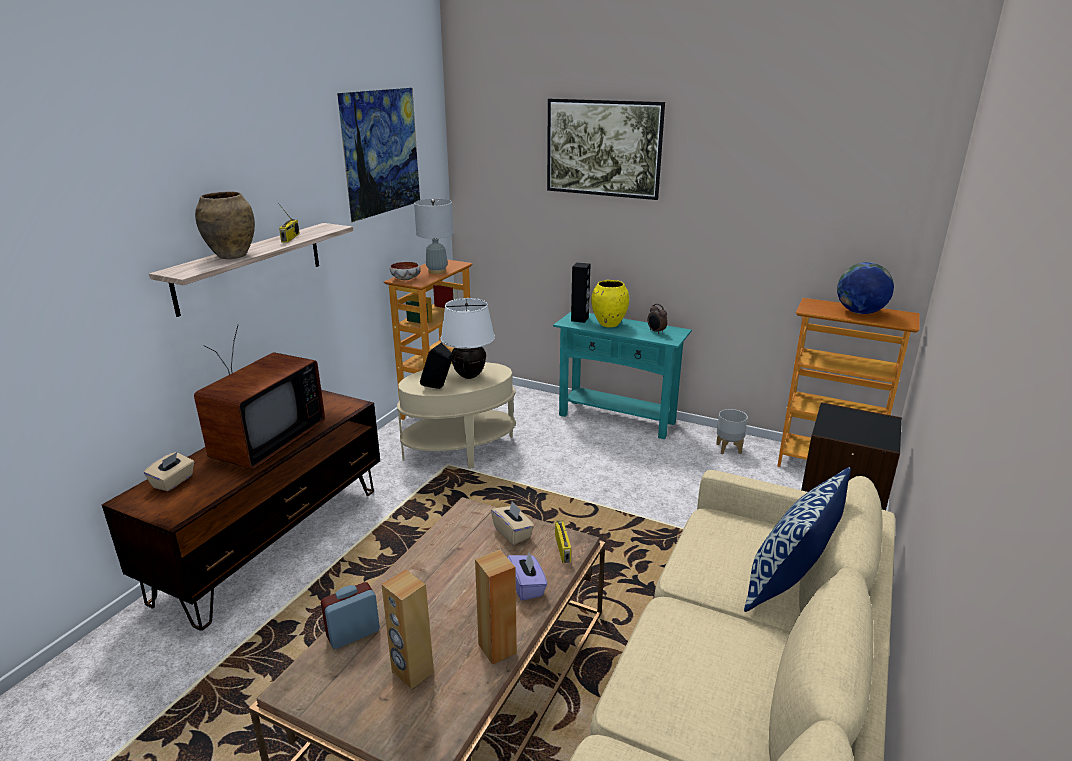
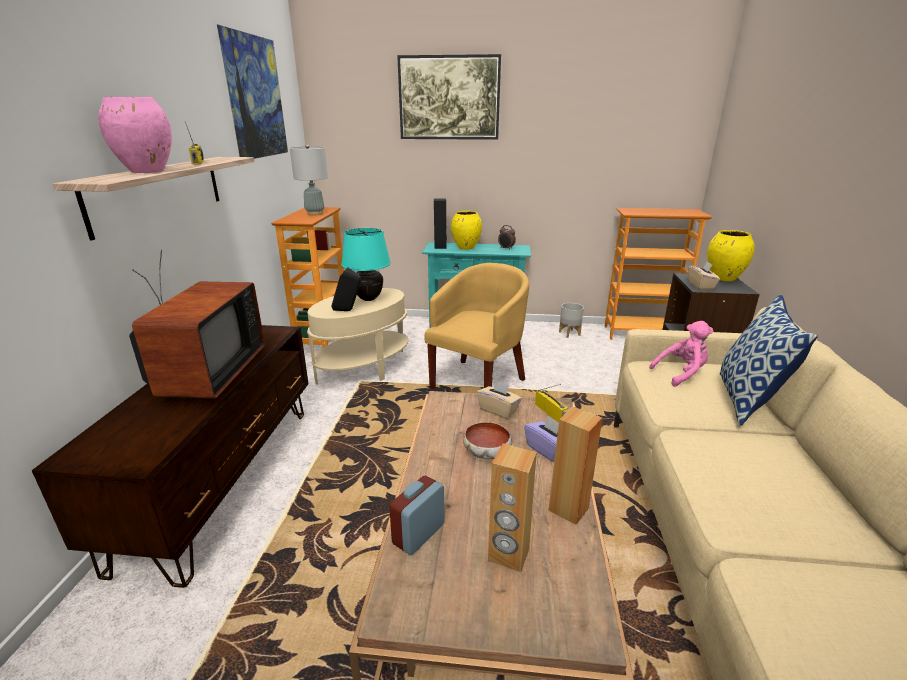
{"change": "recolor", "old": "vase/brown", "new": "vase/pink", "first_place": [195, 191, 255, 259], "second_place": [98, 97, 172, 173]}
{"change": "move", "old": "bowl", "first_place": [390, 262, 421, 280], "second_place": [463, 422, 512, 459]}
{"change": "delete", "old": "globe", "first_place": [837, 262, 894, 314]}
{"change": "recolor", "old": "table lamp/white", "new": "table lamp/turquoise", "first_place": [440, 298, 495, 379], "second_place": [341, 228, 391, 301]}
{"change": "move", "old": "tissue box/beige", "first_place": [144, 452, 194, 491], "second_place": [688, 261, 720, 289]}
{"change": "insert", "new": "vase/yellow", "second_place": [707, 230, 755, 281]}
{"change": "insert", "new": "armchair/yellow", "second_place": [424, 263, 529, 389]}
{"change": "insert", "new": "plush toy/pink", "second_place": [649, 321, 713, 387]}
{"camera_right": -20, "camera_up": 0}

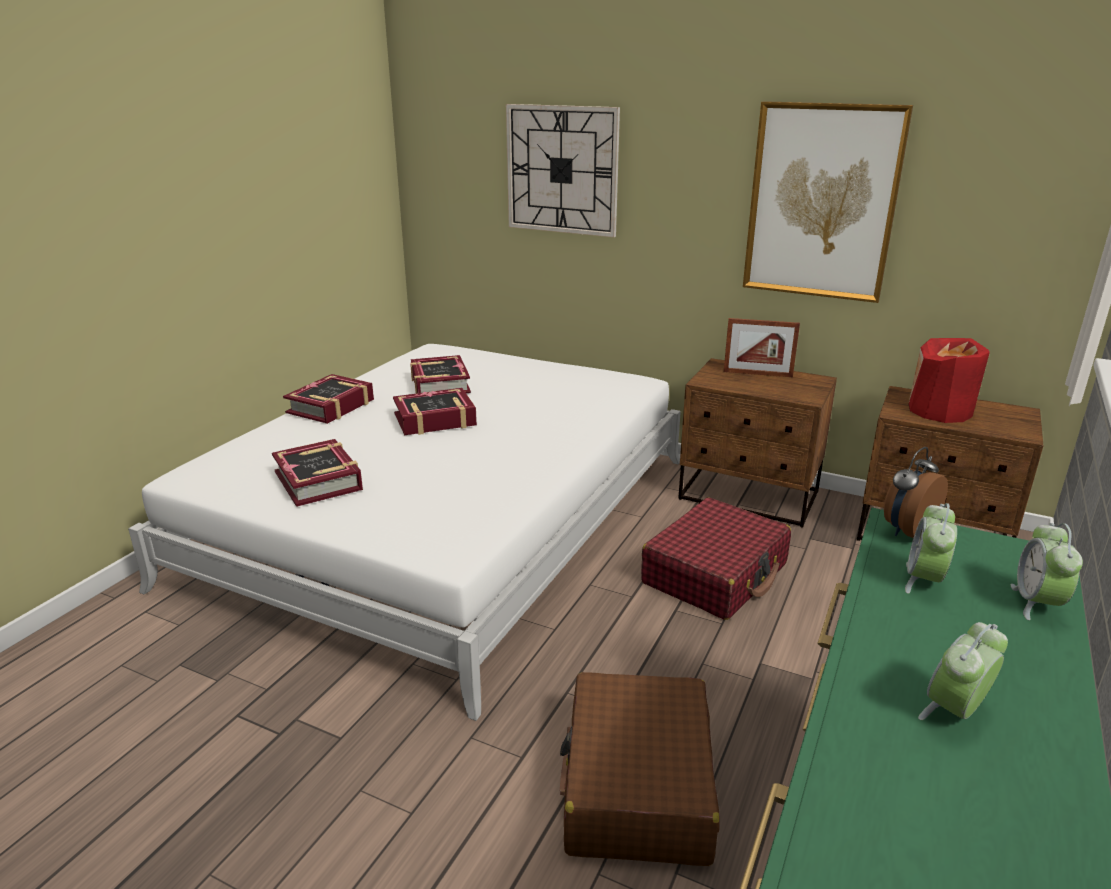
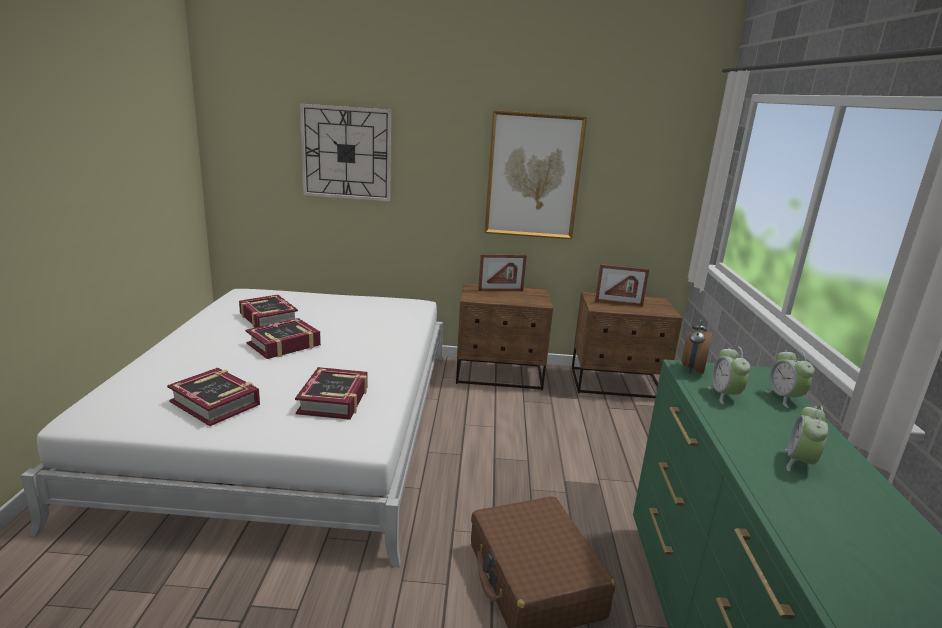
{"change": "replace", "old": "vase/red", "new": "picture frame", "first_place": [908, 338, 990, 423], "second_place": [595, 264, 649, 307]}
{"change": "move", "old": "book", "first_place": [283, 374, 374, 424], "second_place": [295, 367, 368, 420]}
{"change": "delete", "old": "suitcase/red", "first_place": [641, 497, 791, 620]}
{"camera_right": -25, "camera_up": -5}

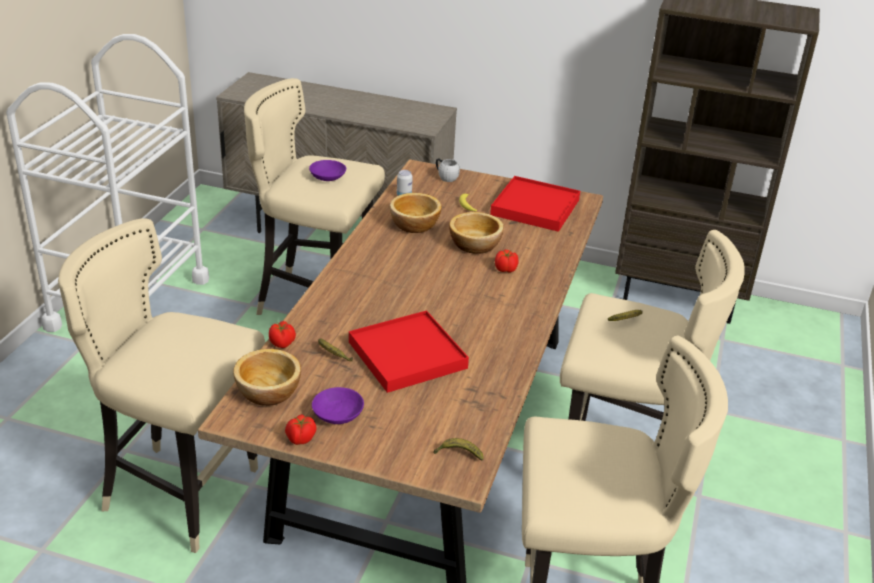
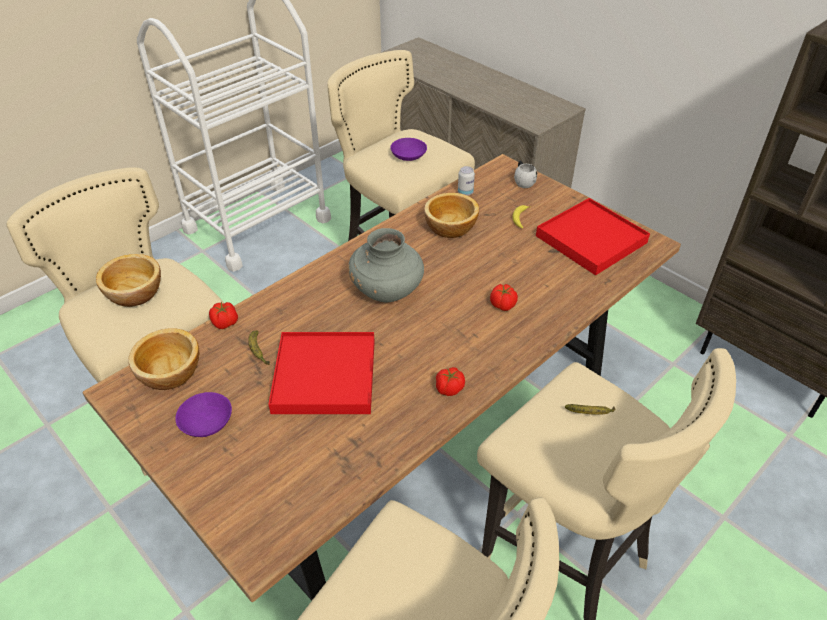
{"change": "move", "old": "bowl", "first_place": [449, 212, 504, 254], "second_place": [96, 254, 161, 307]}
{"change": "move", "old": "tomato", "first_place": [285, 414, 316, 445], "second_place": [436, 367, 465, 396]}
{"change": "delete", "old": "banana", "first_place": [433, 438, 484, 461]}
{"change": "insert", "new": "vase/grey", "second_place": [348, 228, 424, 302]}
{"camera_right": 30, "camera_up": 10}

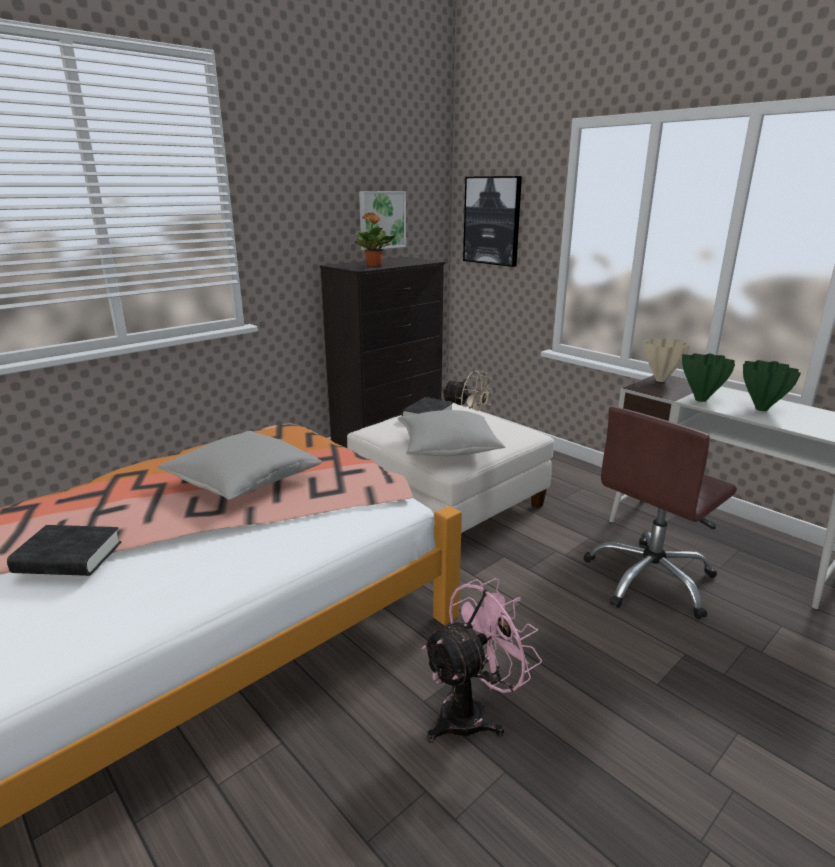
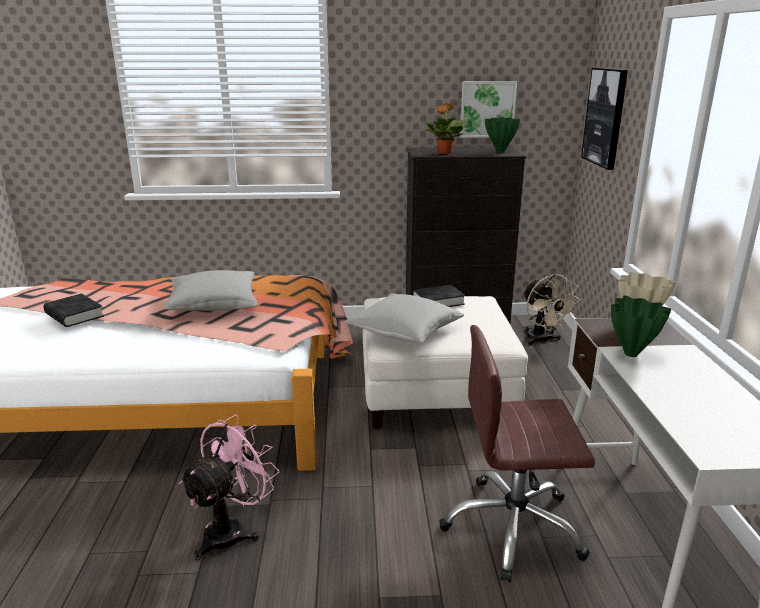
{"change": "move", "old": "vase/green", "first_place": [743, 360, 801, 411], "second_place": [485, 118, 520, 153]}
{"change": "rotate", "old": "fan/pink", "first_place": [422, 578, 542, 742], "second_place": [179, 415, 279, 560], "degrees": -60}
{"camera_right": 40, "camera_up": 0}

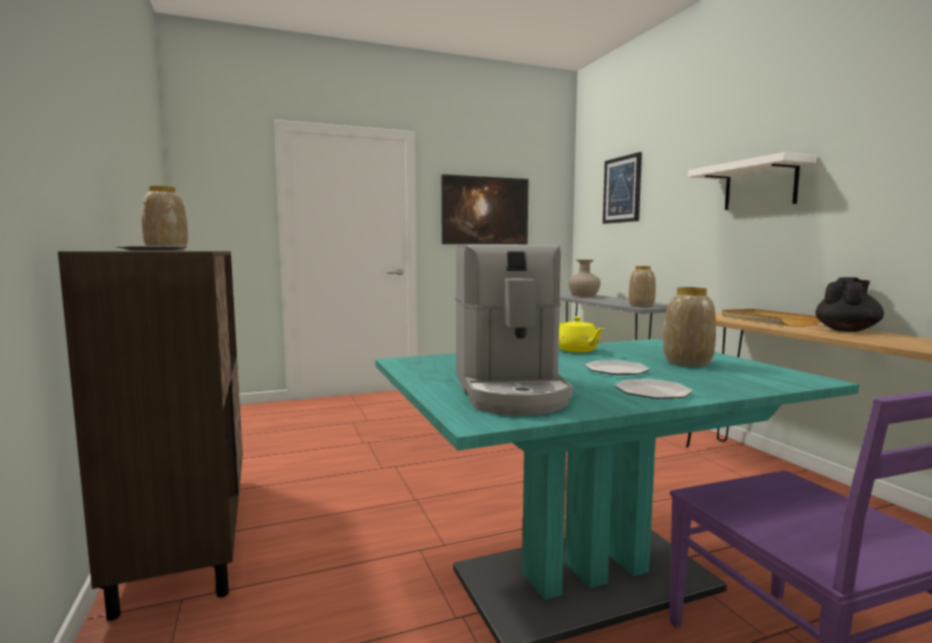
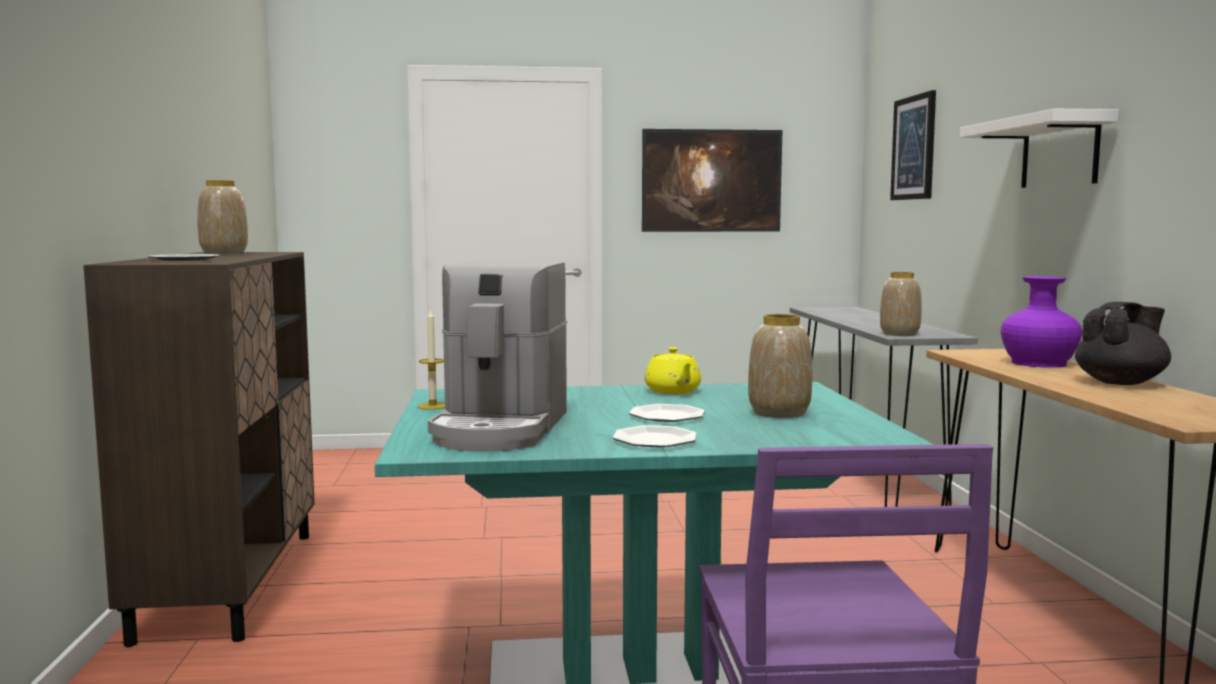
{"change": "delete", "old": "vase/beige", "first_place": [568, 260, 601, 298]}
{"change": "replace", "old": "tray/beige", "new": "vase/purple", "first_place": [722, 309, 821, 327], "second_place": [1001, 276, 1082, 368]}
{"change": "insert", "new": "candle", "second_place": [418, 309, 445, 410]}
{"camera_right": 15, "camera_up": 0}

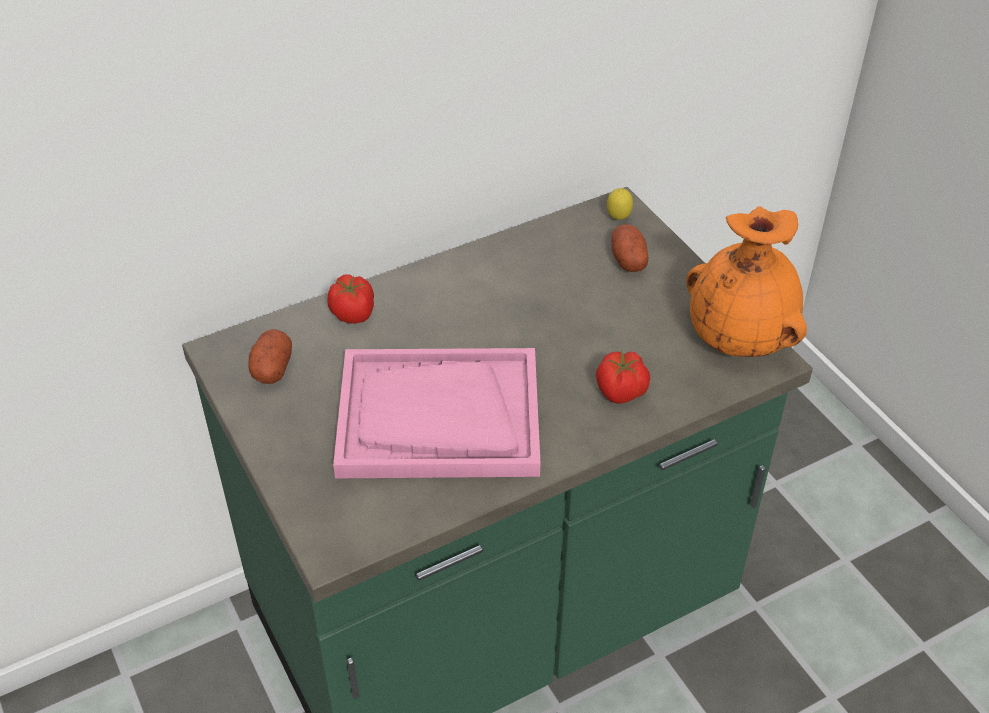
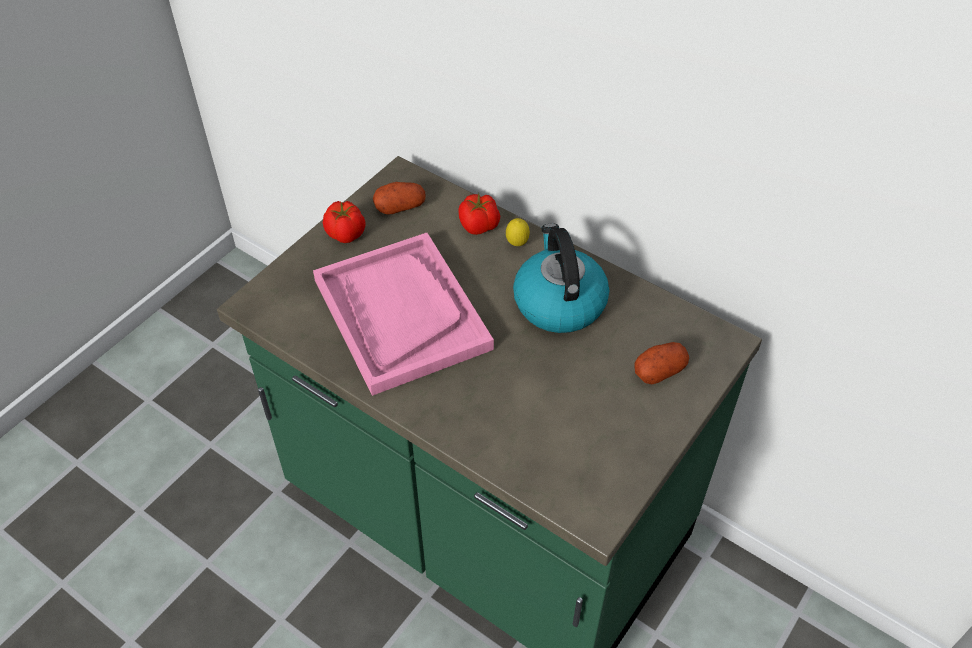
{"change": "move", "old": "lemon", "first_place": [607, 188, 633, 220], "second_place": [506, 218, 530, 246]}
{"change": "delete", "old": "vase/orange", "first_place": [686, 206, 807, 357]}
{"change": "move", "old": "tomato", "first_place": [596, 350, 650, 404], "second_place": [323, 201, 366, 243]}
{"change": "insert", "new": "kettle", "second_place": [513, 223, 609, 333]}
{"camera_right": 65, "camera_up": 5}

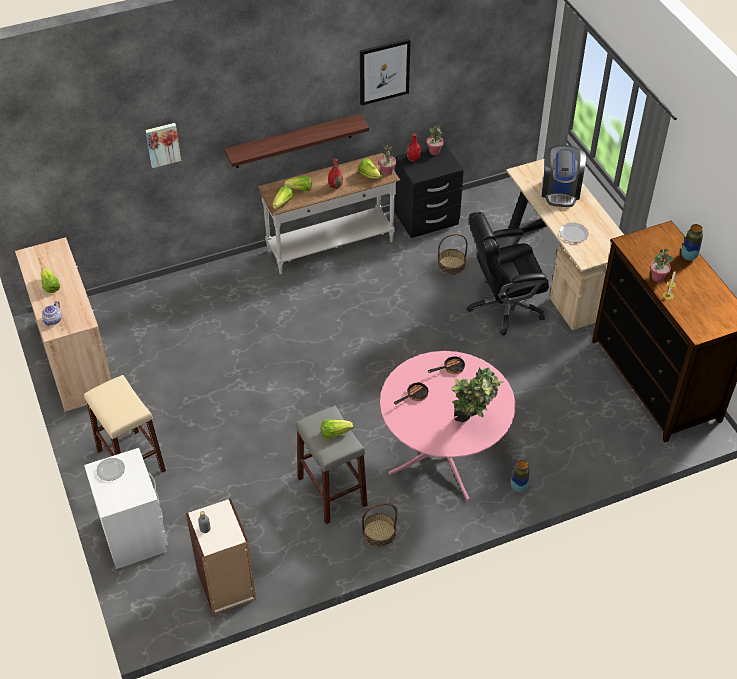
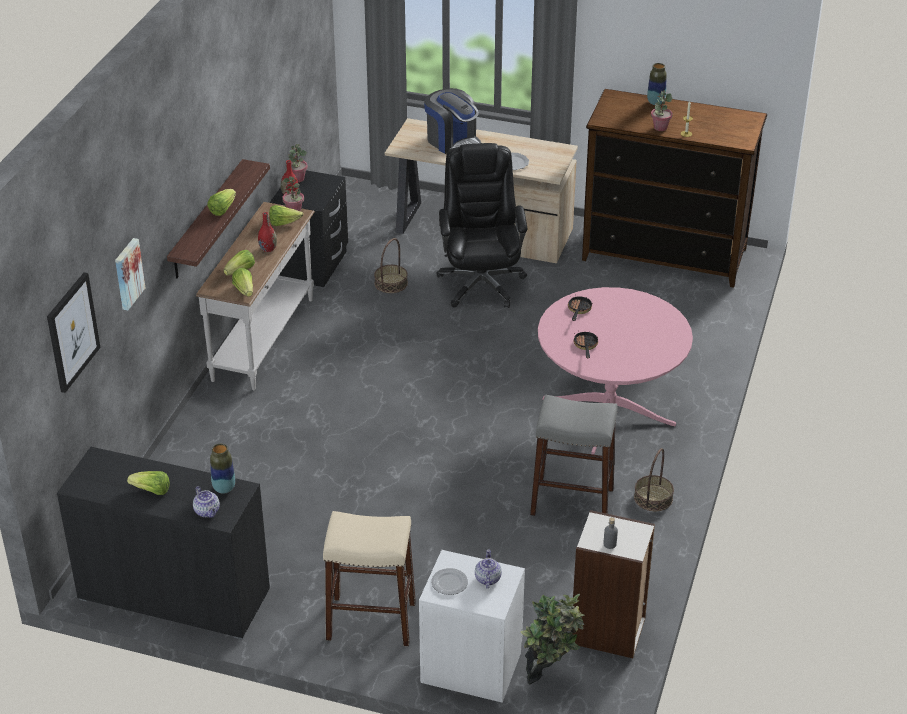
{"change": "move", "old": "picture", "first_place": [360, 39, 411, 106], "second_place": [47, 272, 101, 393]}
{"change": "rotate", "old": "office chair/black", "first_place": [466, 212, 549, 336], "second_place": [436, 143, 527, 308], "degrees": 150}
{"change": "recolor", "old": "cabinet/beige", "new": "cabinet/black", "first_place": [15, 237, 111, 412], "second_place": [57, 447, 270, 639]}
{"change": "move", "old": "potted plant", "first_place": [451, 367, 504, 422], "second_place": [520, 594, 585, 685]}
{"change": "move", "old": "lettuce", "first_place": [321, 419, 353, 439], "second_place": [207, 189, 236, 216]}
{"change": "move", "old": "vase", "first_place": [511, 460, 530, 492], "second_place": [210, 444, 235, 494]}
{"change": "insert", "new": "teapot", "second_place": [475, 549, 502, 589]}
{"camera_right": -50, "camera_up": -10}

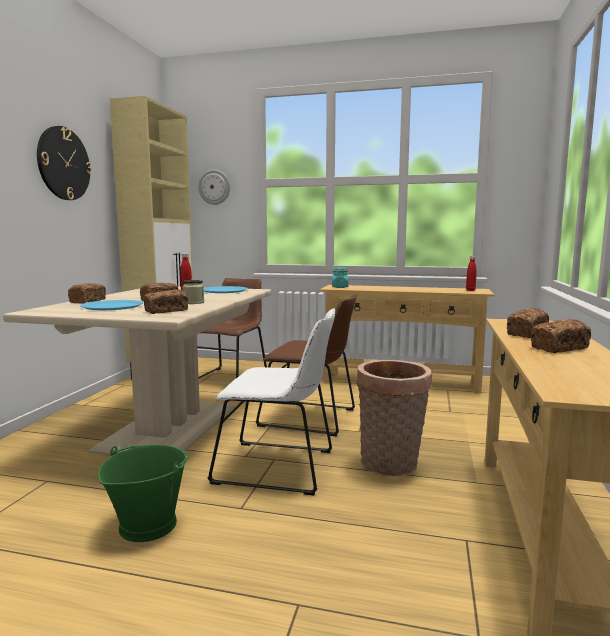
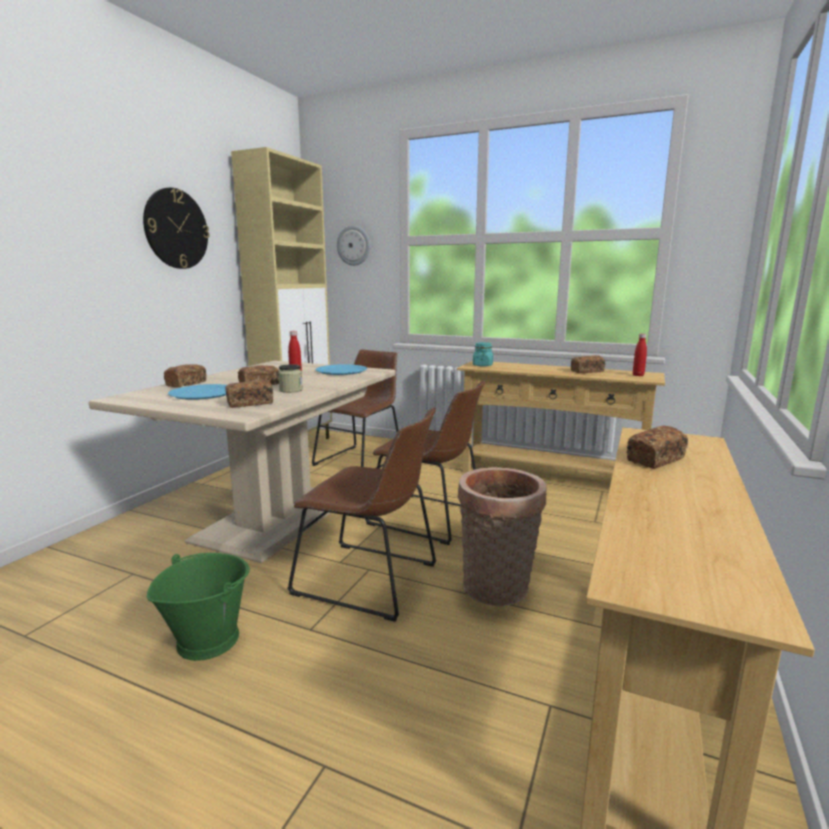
{"change": "recolor", "old": "chair/white", "new": "chair/brown", "first_place": [208, 308, 335, 496], "second_place": [287, 408, 436, 622]}
{"change": "move", "old": "bread", "first_place": [531, 319, 591, 353], "second_place": [571, 355, 606, 373]}
{"camera_right": 10, "camera_up": 5}

